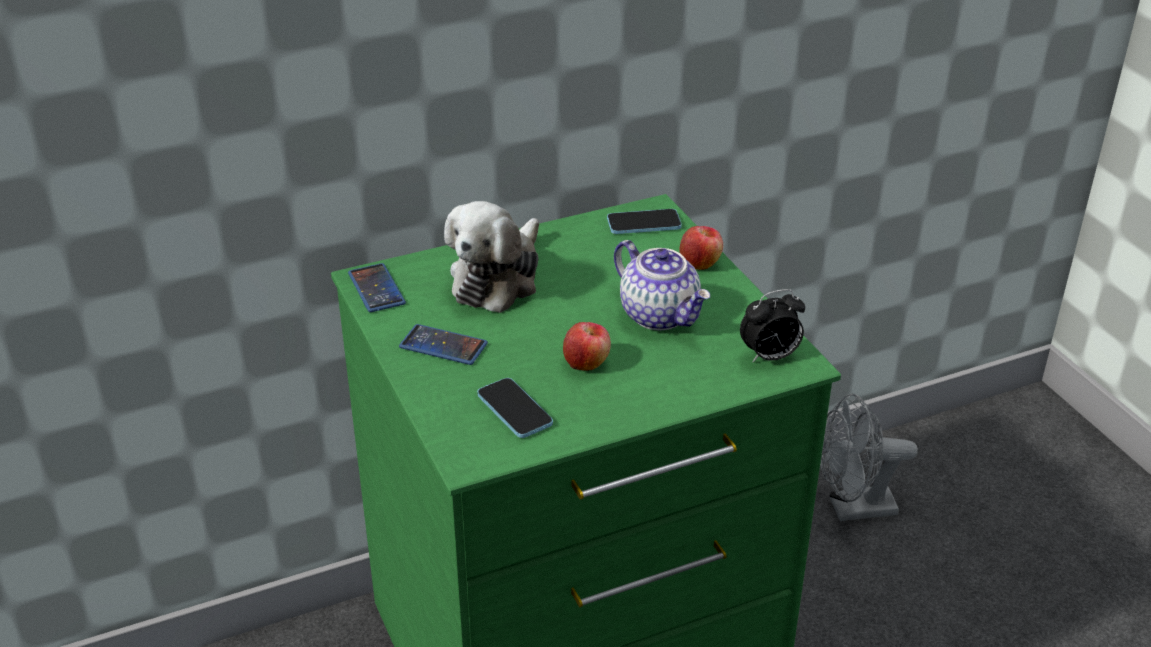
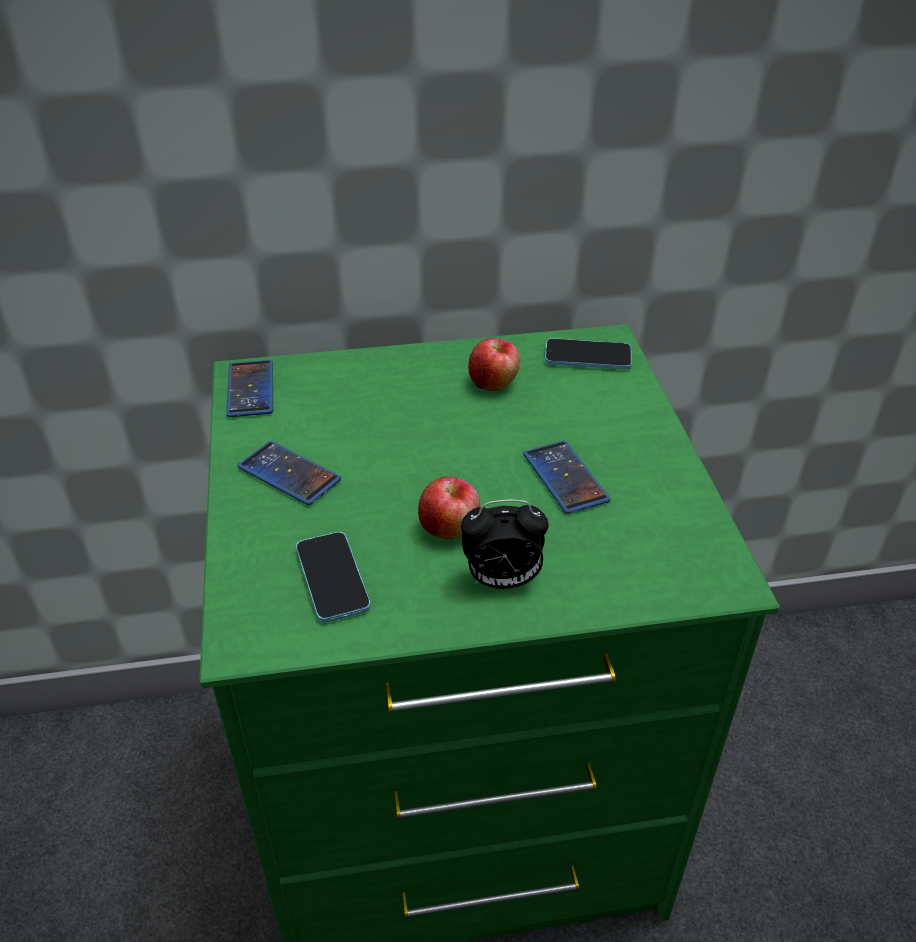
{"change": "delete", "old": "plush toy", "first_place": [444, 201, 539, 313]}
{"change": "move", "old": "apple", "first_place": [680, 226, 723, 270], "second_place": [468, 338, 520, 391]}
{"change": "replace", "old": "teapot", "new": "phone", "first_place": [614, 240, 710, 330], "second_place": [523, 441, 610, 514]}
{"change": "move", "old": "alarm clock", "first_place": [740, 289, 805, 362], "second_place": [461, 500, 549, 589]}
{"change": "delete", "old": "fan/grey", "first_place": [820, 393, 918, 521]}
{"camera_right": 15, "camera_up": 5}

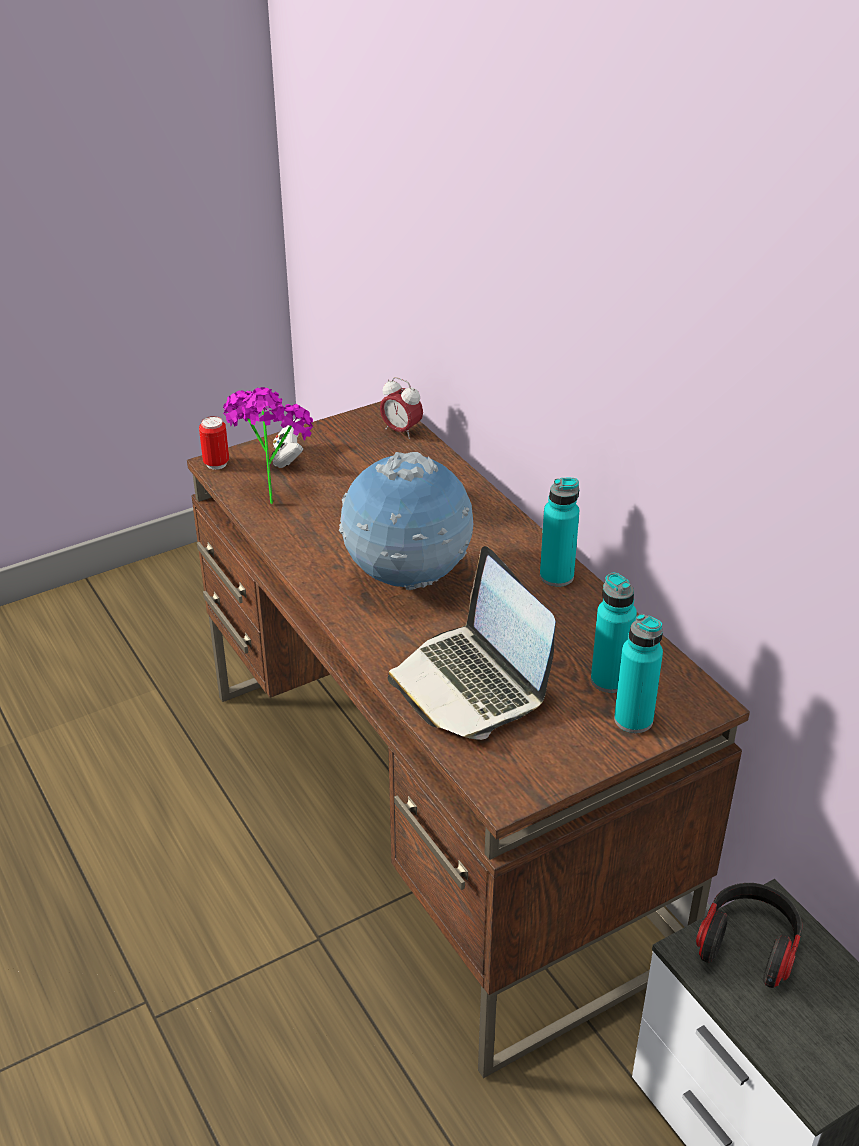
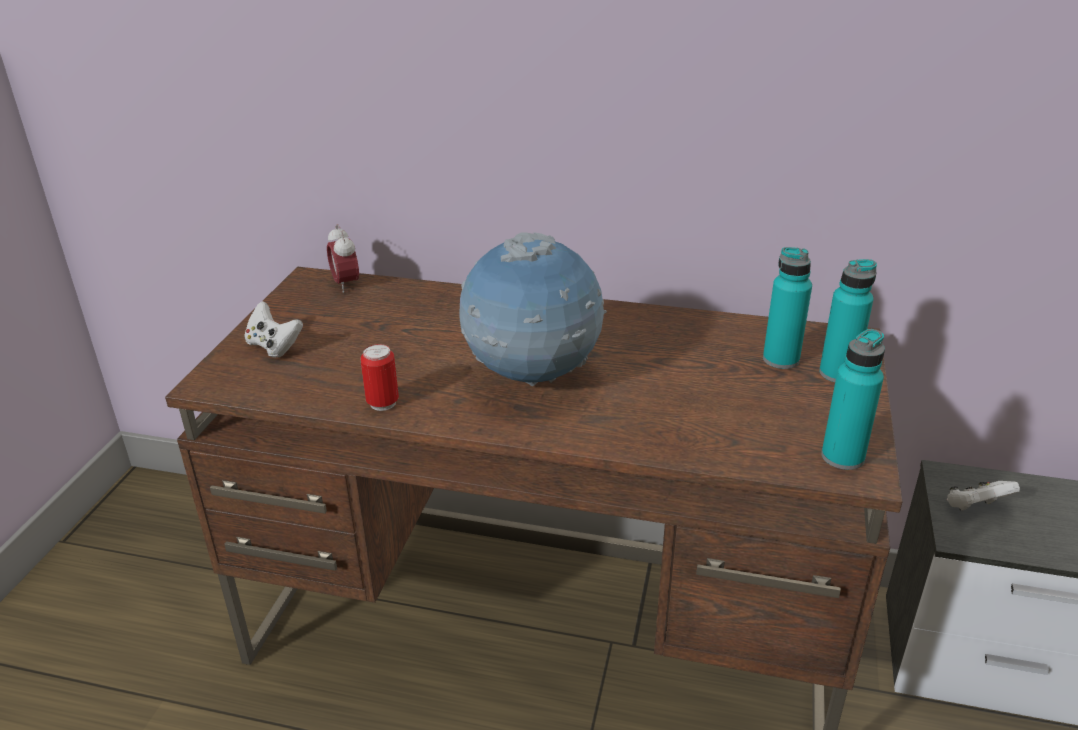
{"change": "rotate", "old": "alarm clock", "first_place": [380, 377, 423, 439], "second_place": [327, 224, 359, 293], "degrees": 75}
{"change": "delete", "old": "potted plant", "first_place": [223, 387, 313, 504]}
{"change": "move", "old": "can", "first_place": [199, 416, 229, 470], "second_place": [360, 344, 399, 411]}
{"change": "move", "old": "bottle/turquoise", "first_place": [540, 478, 579, 587], "second_place": [821, 329, 885, 470]}
{"change": "delete", "old": "laptop", "first_place": [387, 546, 556, 740]}
{"change": "replace", "old": "headphones", "new": "game controller/white", "first_place": [696, 883, 803, 988], "second_place": [947, 481, 1020, 511]}
{"camera_right": -45, "camera_up": -5}

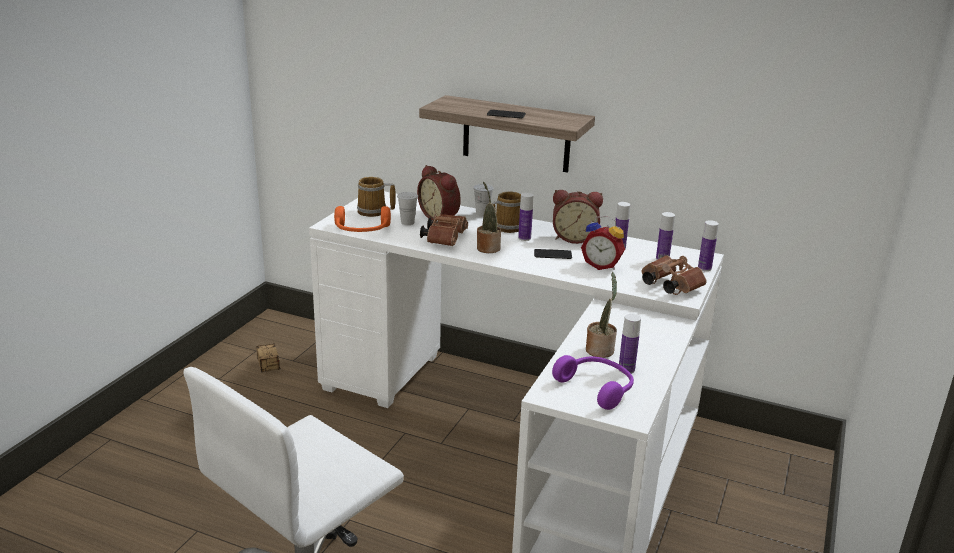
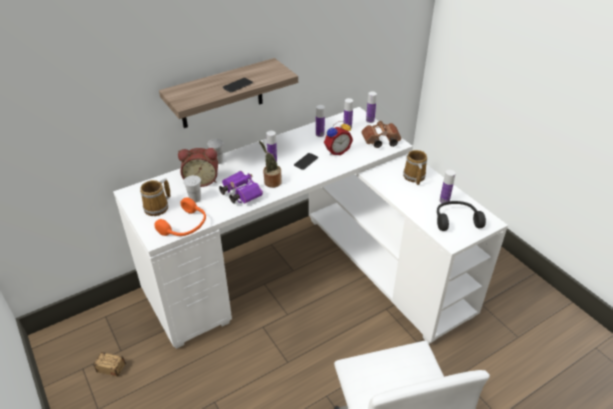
{"change": "delete", "old": "alarm clock", "first_place": [553, 190, 603, 244]}
{"change": "move", "old": "mug", "first_place": [492, 192, 521, 233], "second_place": [403, 150, 427, 185]}
{"change": "recolor", "old": "binoculars/brown", "new": "binoculars/purple", "first_place": [420, 214, 468, 246], "second_place": [219, 171, 263, 204]}
{"change": "delete", "old": "potted plant", "first_place": [586, 272, 617, 358]}
{"change": "recolor", "old": "headphones/purple", "new": "headphones/black", "first_place": [552, 355, 634, 410], "second_place": [437, 201, 486, 231]}
{"camera_right": -55, "camera_up": 15}

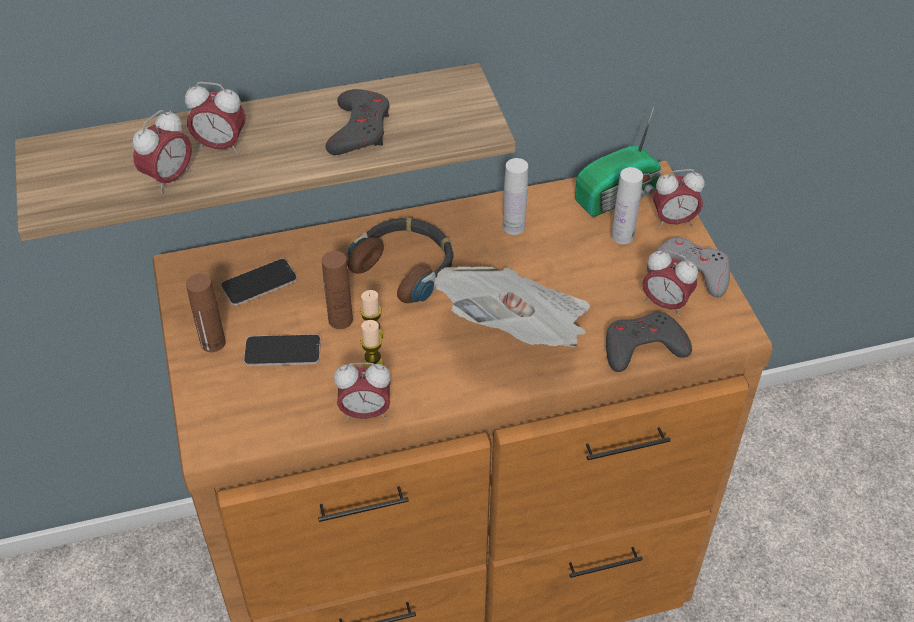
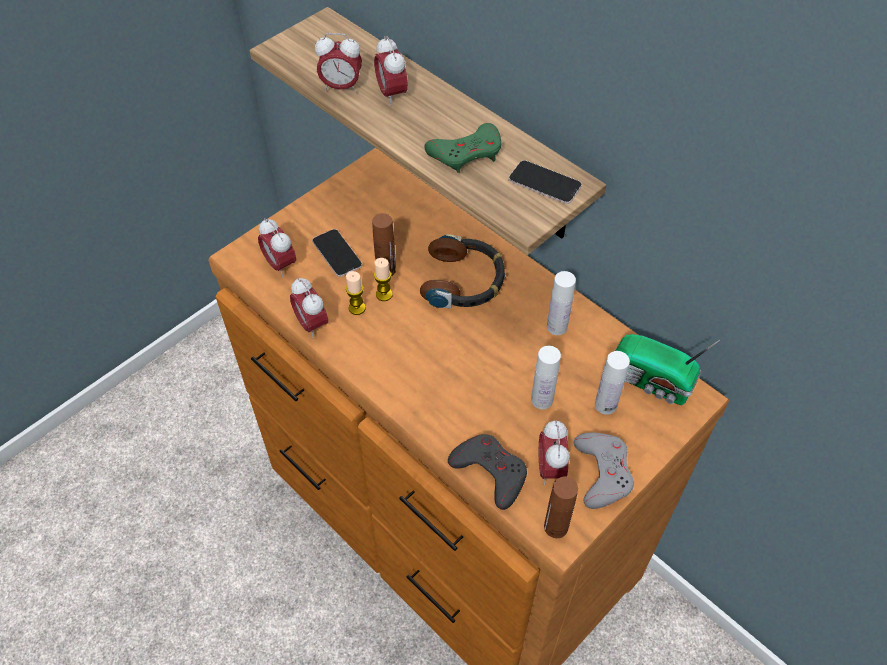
{"change": "recolor", "old": "game controller/grey", "new": "game controller/green", "first_place": [326, 89, 389, 155], "second_place": [424, 123, 501, 173]}
{"change": "move", "old": "alarm clock", "first_place": [653, 169, 705, 228], "second_place": [258, 218, 296, 277]}
{"change": "move", "old": "phone", "first_place": [221, 259, 297, 306], "second_place": [509, 160, 582, 204]}
{"change": "delete", "old": "newspaper", "first_place": [435, 266, 590, 347]}
{"change": "move", "old": "bottle/brown", "first_place": [186, 274, 226, 352], "second_place": [544, 477, 578, 538]}
{"change": "insert", "new": "bottle/white", "second_place": [531, 346, 561, 409]}
{"camera_right": 60, "camera_up": 5}

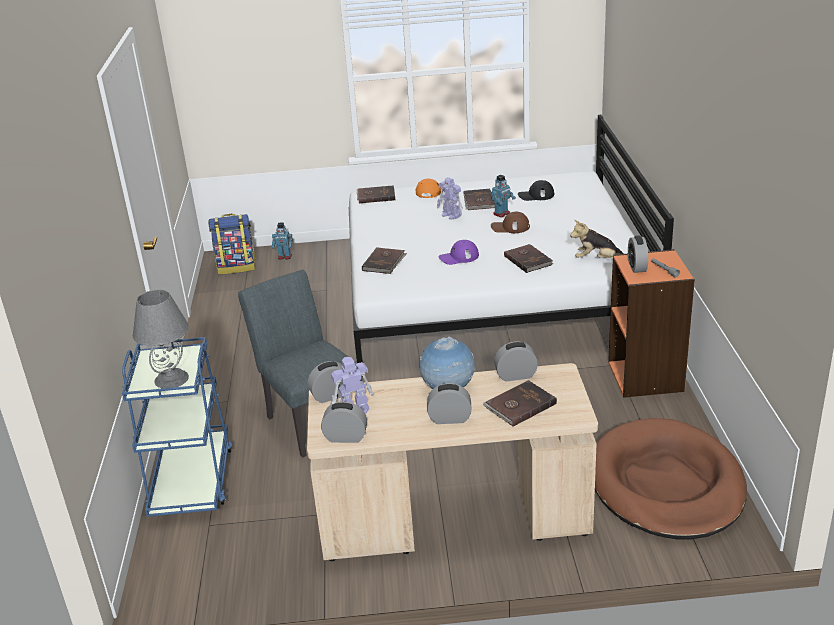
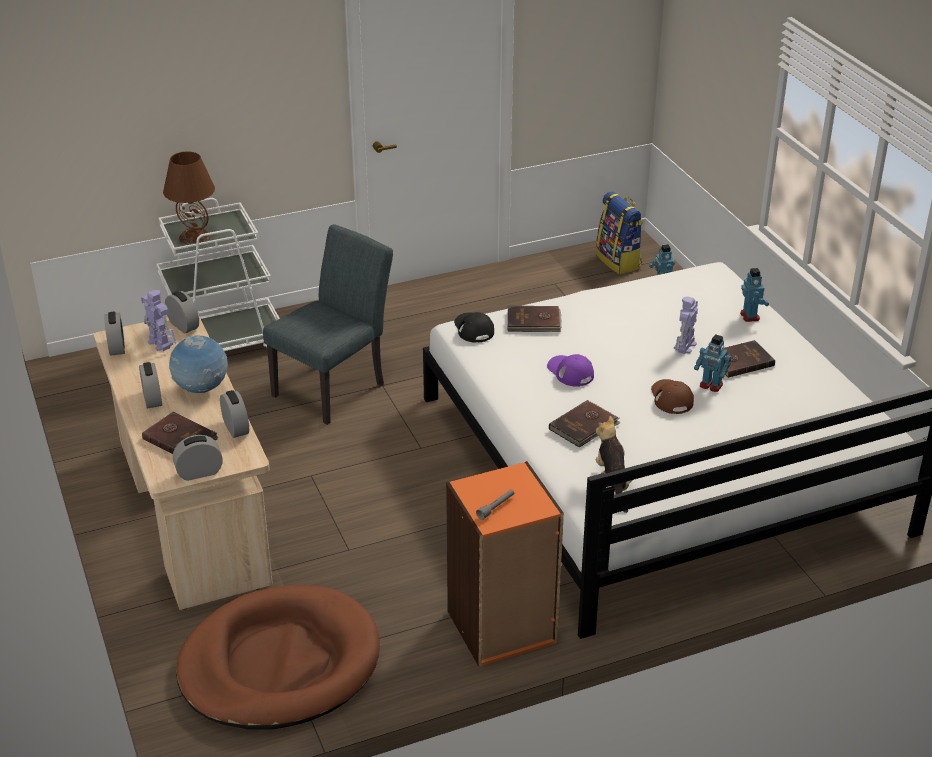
{"change": "replace", "old": "cap/orange", "new": "toy robot", "first_place": [416, 179, 441, 198], "second_place": [740, 268, 769, 322]}
{"change": "move", "old": "cap/black", "first_place": [518, 180, 555, 201], "second_place": [454, 312, 494, 343]}
{"change": "delete", "old": "book/brown", "first_place": [357, 185, 395, 203]}
{"change": "move", "old": "alarm clock", "first_place": [628, 236, 648, 273], "second_place": [173, 435, 223, 481]}
{"change": "recolor", "old": "table lamp/grey", "new": "table lamp/brown", "first_place": [133, 290, 189, 388], "second_place": [163, 151, 215, 245]}
{"change": "recolor", "old": "cart/blue", "new": "cart/white", "first_place": [122, 337, 233, 517], "second_place": [156, 198, 280, 351]}
{"camera_right": 70, "camera_up": 5}

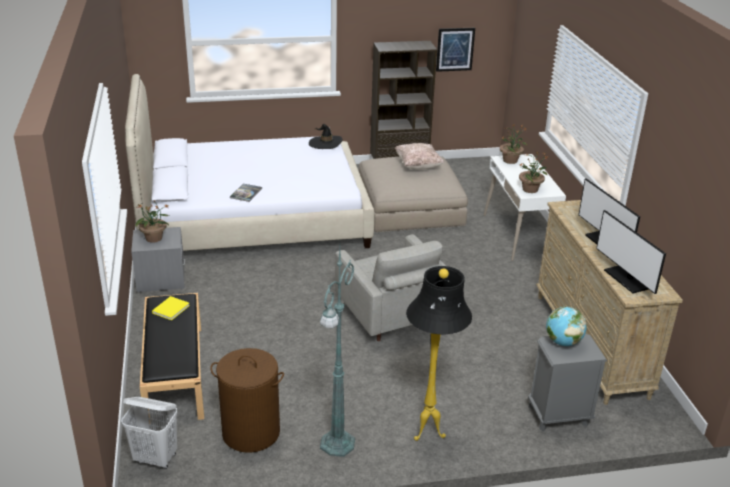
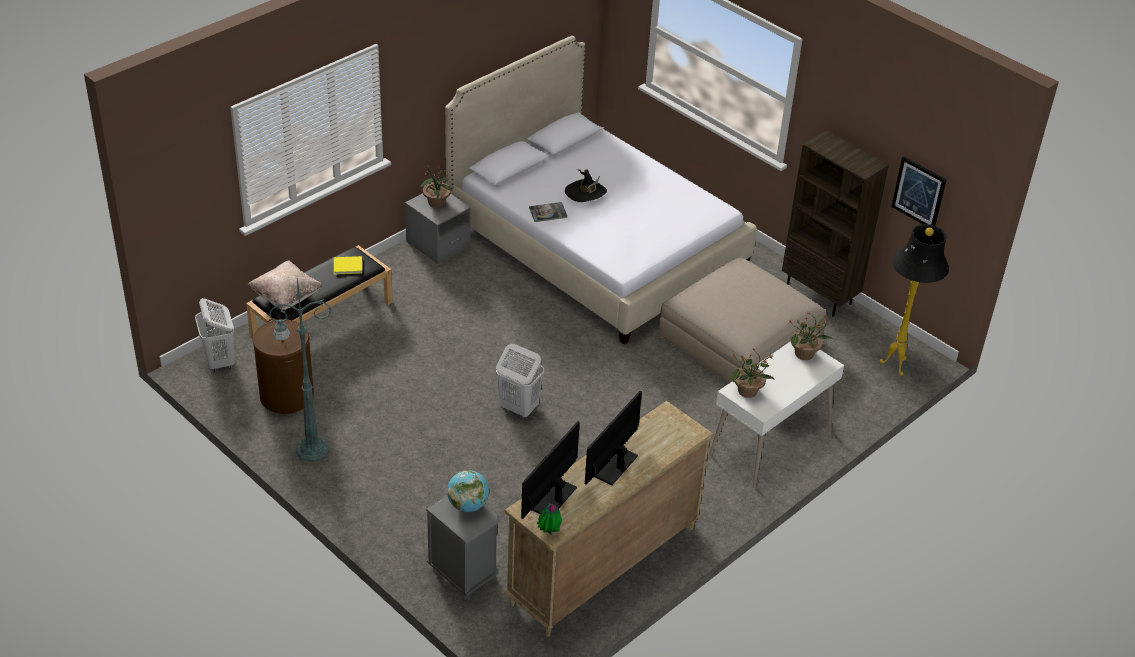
{"change": "move", "old": "hat/black", "first_place": [309, 124, 342, 149], "second_place": [565, 169, 607, 202]}
{"change": "move", "old": "pillow/beige", "first_place": [395, 143, 444, 169], "second_place": [248, 260, 323, 310]}
{"change": "replace", "old": "armchair/grey", "new": "laundry basket/white", "first_place": [335, 234, 446, 341], "second_place": [496, 344, 544, 418]}
{"change": "move", "old": "floor lamp/black", "first_place": [406, 266, 472, 441], "second_place": [879, 224, 949, 376]}
{"change": "insert", "new": "potted plant", "second_place": [536, 502, 562, 534]}
{"camera_right": 55, "camera_up": 10}

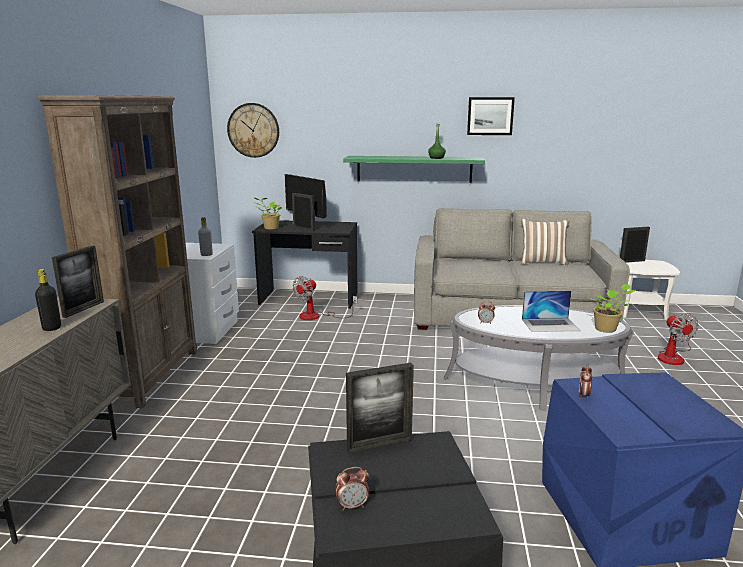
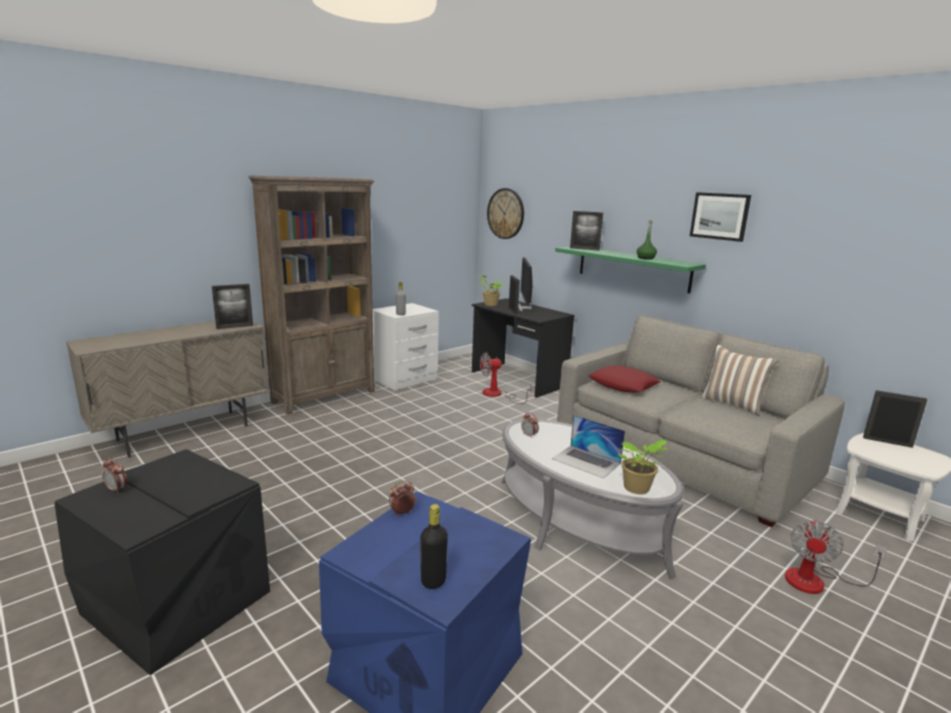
{"change": "move", "old": "bottle/black", "first_place": [35, 269, 61, 331], "second_place": [420, 504, 448, 589]}
{"change": "move", "old": "picture frame", "first_place": [346, 363, 414, 453], "second_place": [570, 211, 603, 251]}
{"change": "insert", "new": "pillow/red", "second_place": [588, 365, 661, 393]}
{"camera_right": 40, "camera_up": 0}

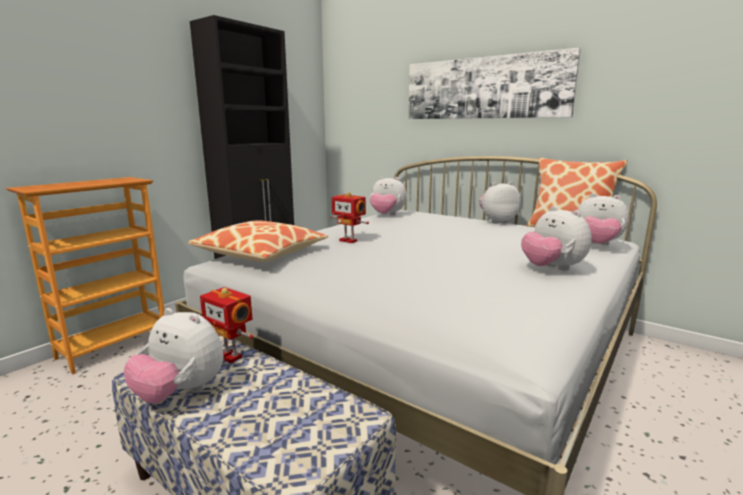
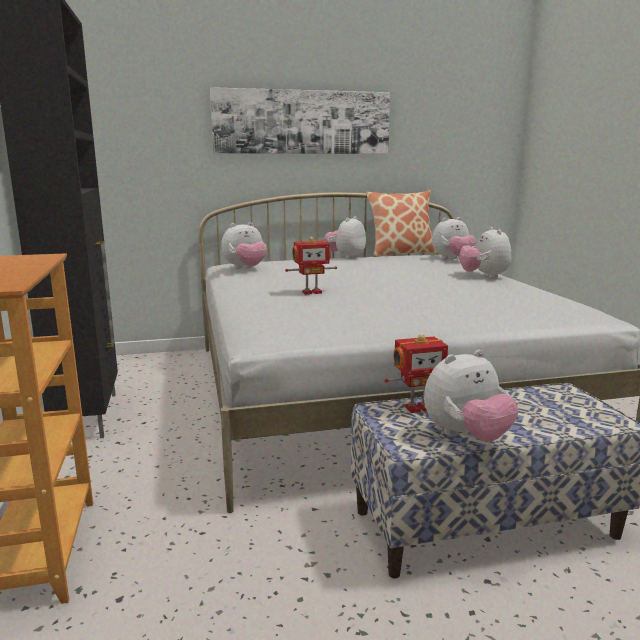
{"change": "rotate", "old": "plush toy", "first_place": [521, 206, 592, 271], "second_place": [459, 227, 511, 278], "degrees": 75}
{"change": "delete", "old": "pillow", "first_place": [188, 220, 328, 262]}
{"camera_right": -50, "camera_up": 0}

